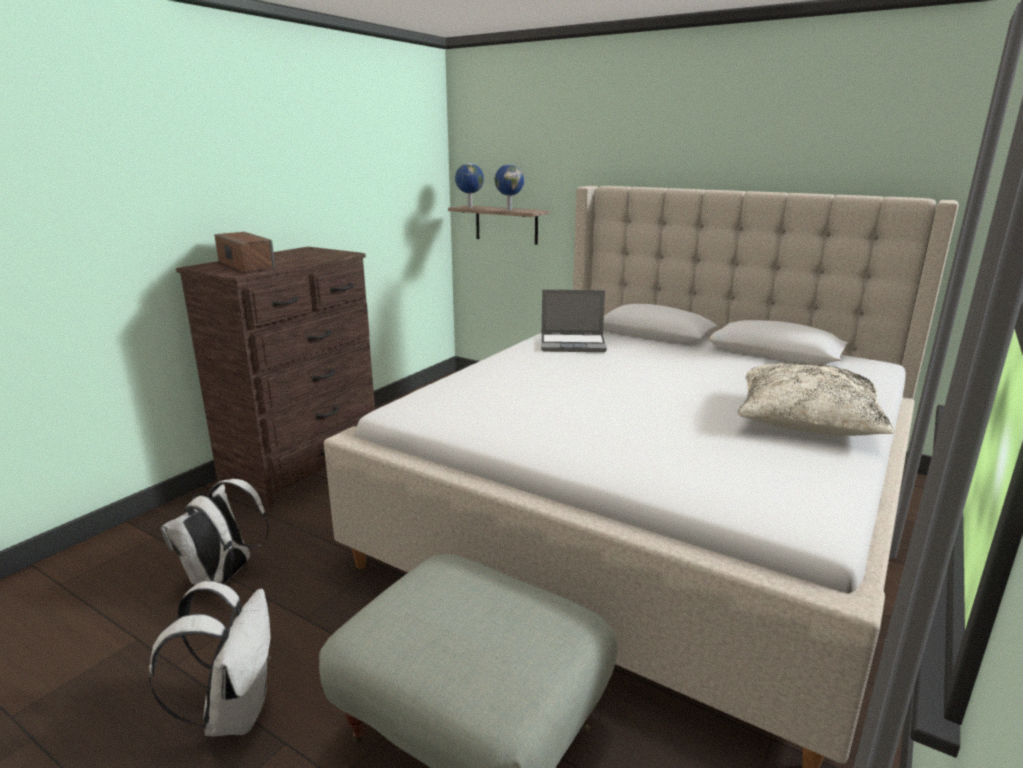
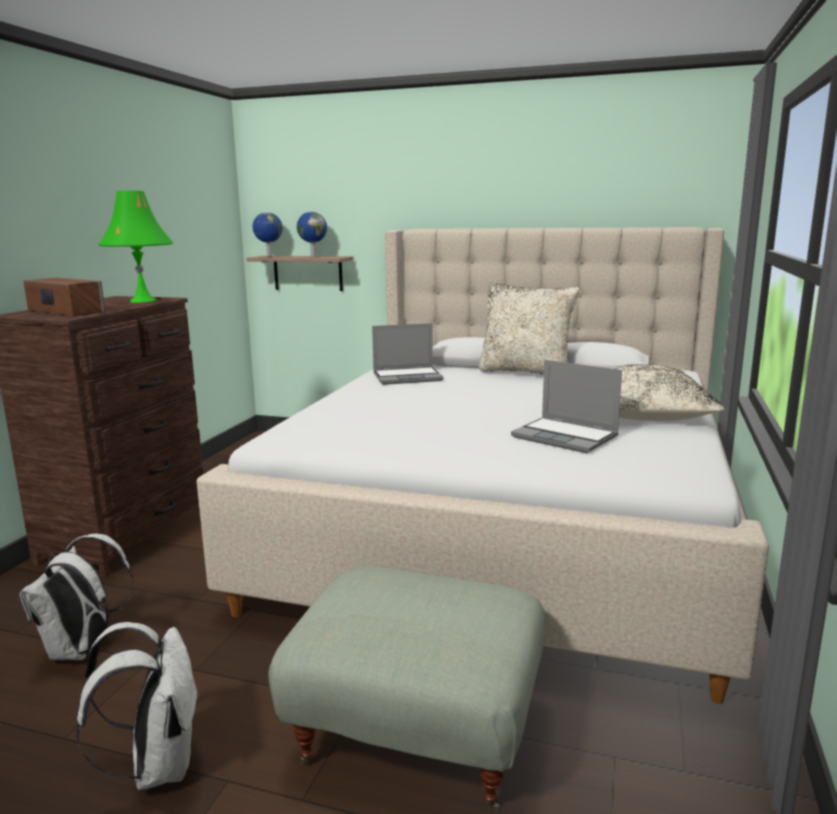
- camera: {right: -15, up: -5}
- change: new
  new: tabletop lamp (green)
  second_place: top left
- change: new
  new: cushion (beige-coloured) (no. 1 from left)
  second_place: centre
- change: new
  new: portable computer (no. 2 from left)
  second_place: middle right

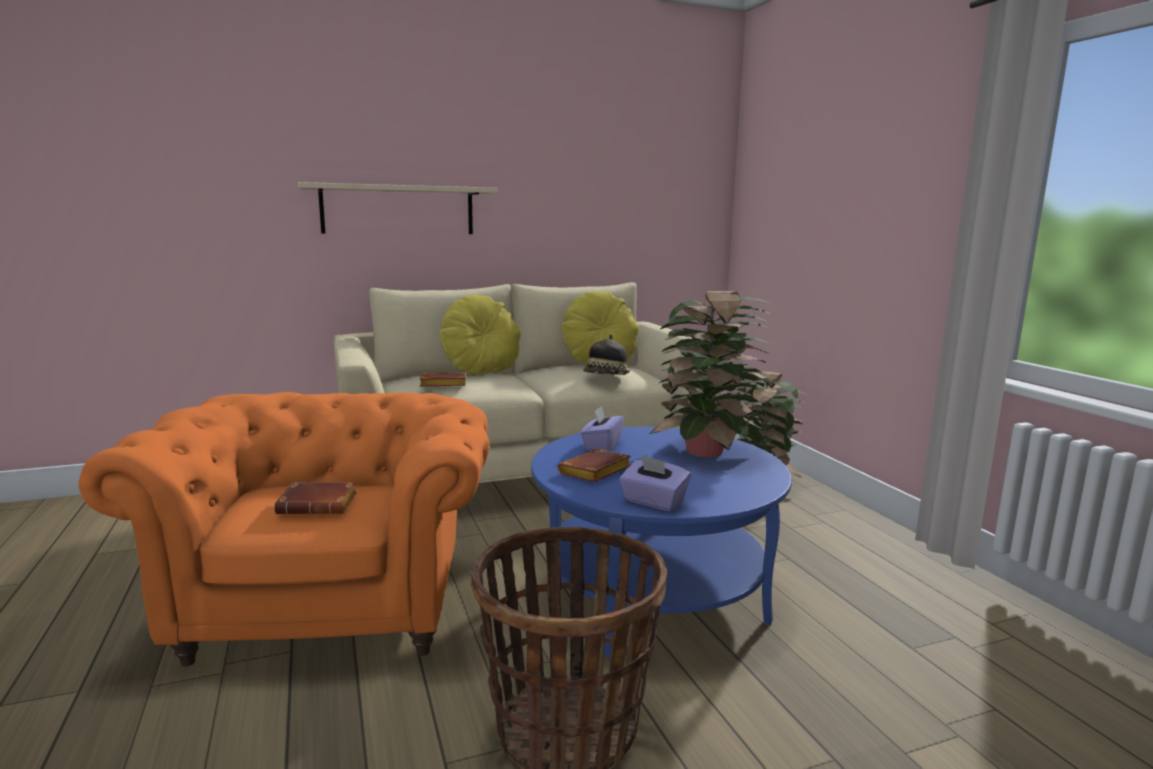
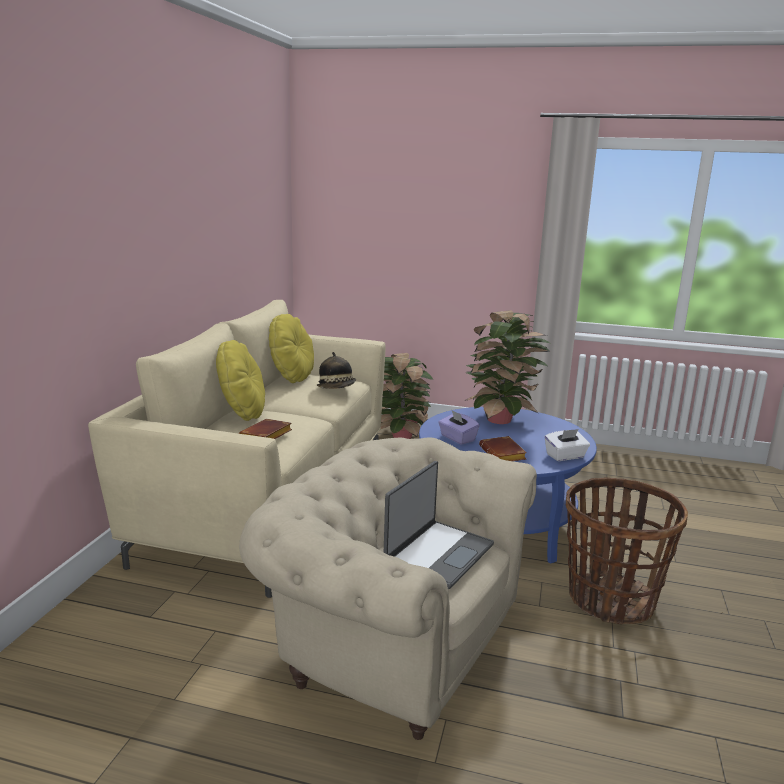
- camera: {right: -55, up: 5}
- change: repainted
  old: lounge chair (orangey)
  new: lounge chair (beige-coloured)
  first_place: bottom left
  second_place: bottom centre
- change: swapped
  old: volume (brown) (no. 1 from left)
  new: portable computer
  first_place: middle left
  second_place: bottom centre
- change: gone
  old: wall shelf (beige-coloured)
  first_place: top centre
- change: repainted
  old: box of tissues (purplish) (no. 2 from left)
  new: box of tissues (whitish)
  first_place: centre
  second_place: middle right

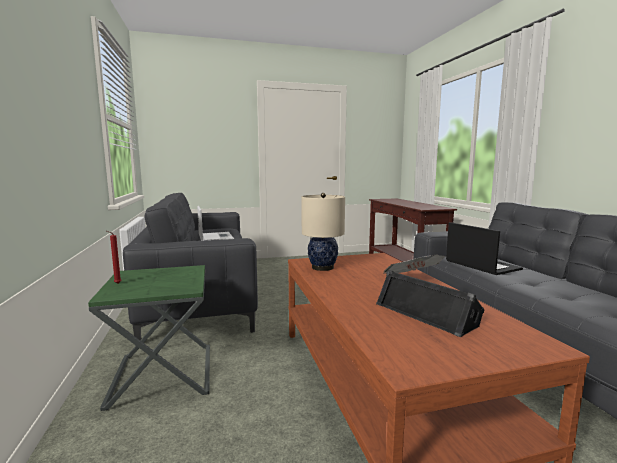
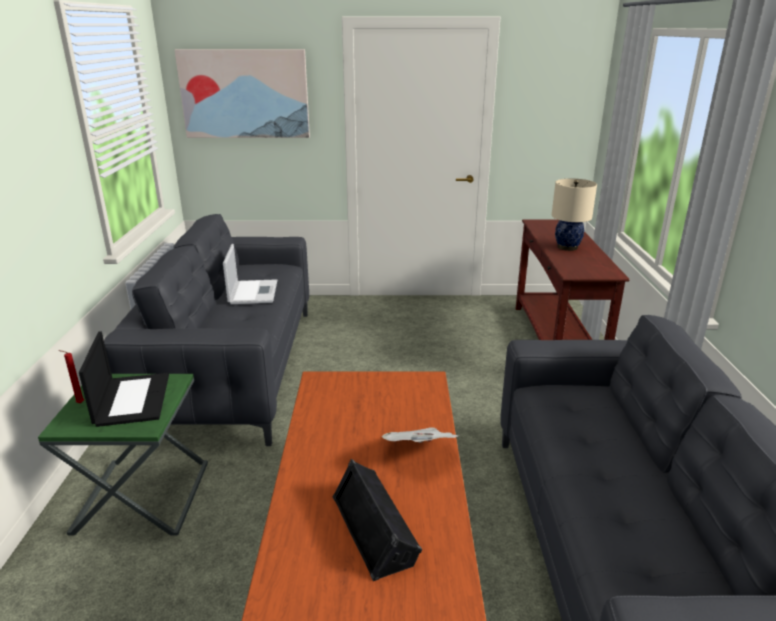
- camera: {right: 15, up: 15}
- change: shifted
  old: tabletop lamp (beige-coloured)
  first_place: centre
  second_place: middle right
- change: shifted
  old: portable computer (no. 2 from left in the first image)
  new: portable computer (no. 1 from left)
  first_place: middle right
  second_place: middle left
- change: new
  new: picture
  second_place: top left

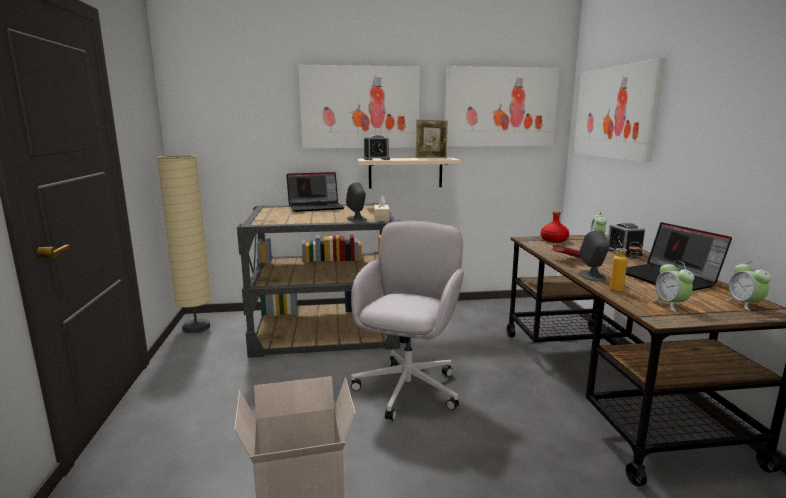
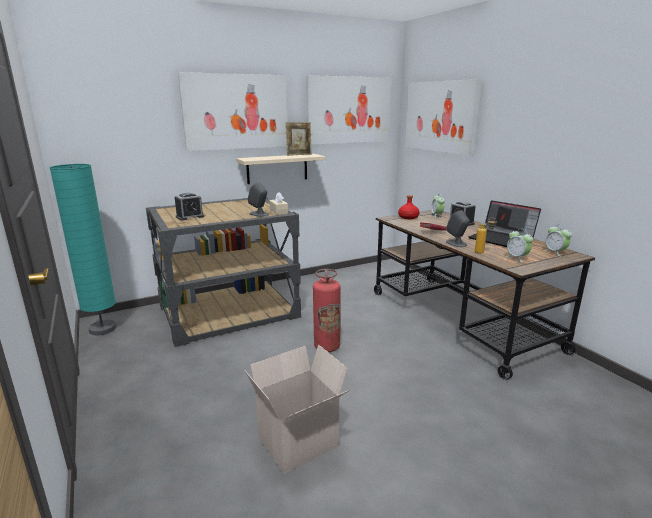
- camera: {right: -20, up: 5}
- change: repainted
  old: standard lamp (beige-coloured)
  new: standard lamp (turquoise)
  first_place: middle left
  second_place: middle left
- change: gone
  old: portable computer (no. 1 from left)
  first_place: centre
- change: swapped
  old: computer chair (greyish)
  new: fire-fighting cylinder
  first_place: centre
  second_place: centre
- change: shifted
  old: table clock (no. 1 from left)
  first_place: top centre
  second_place: middle left

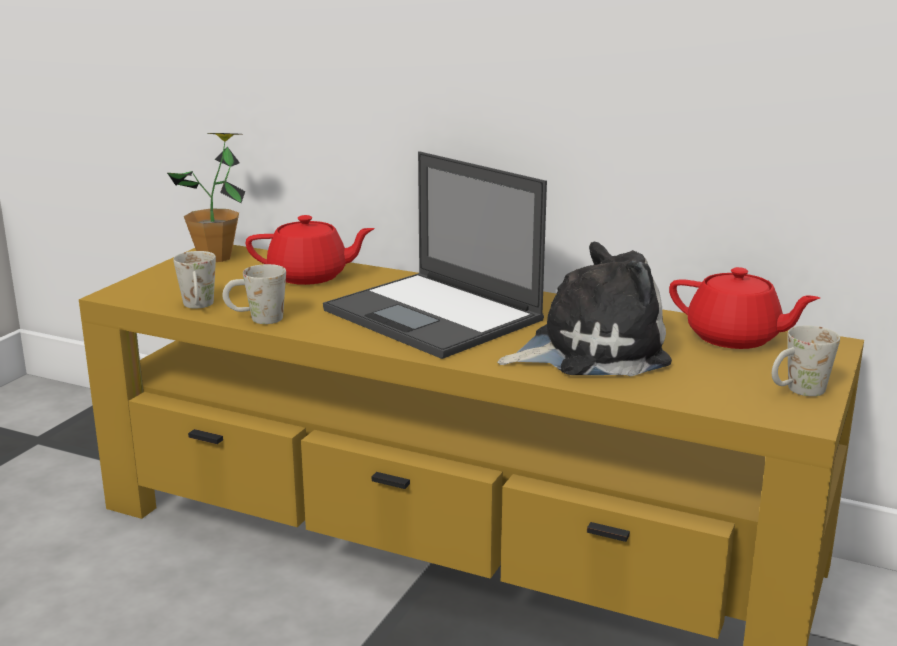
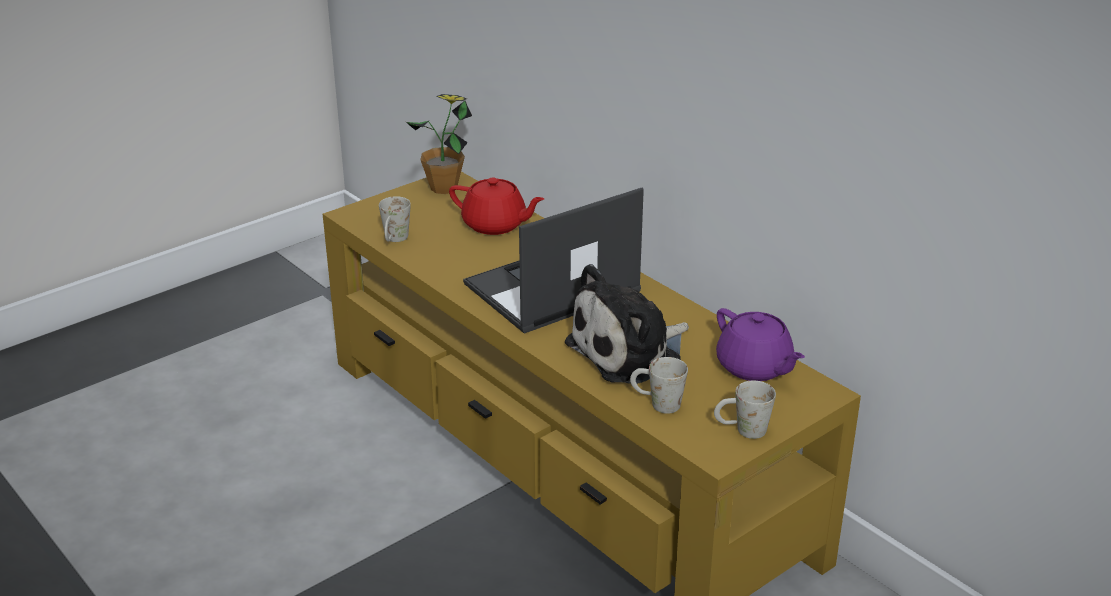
- camera: {right: 25, up: 10}
- change: shifted
  old: tea mug (whitish) (no. 2 from left)
  first_place: middle left
  second_place: centre
- change: rotated
  old: portable computer
  first_place: centre
  second_place: centre
  degrees: 75
- change: rotated
  old: soft toy
  first_place: centre
  second_place: centre
  degrees: 135
- change: repainted
  old: tea pot (red) (no. 2 from left)
  new: tea pot (purplish)
  first_place: middle right
  second_place: middle right

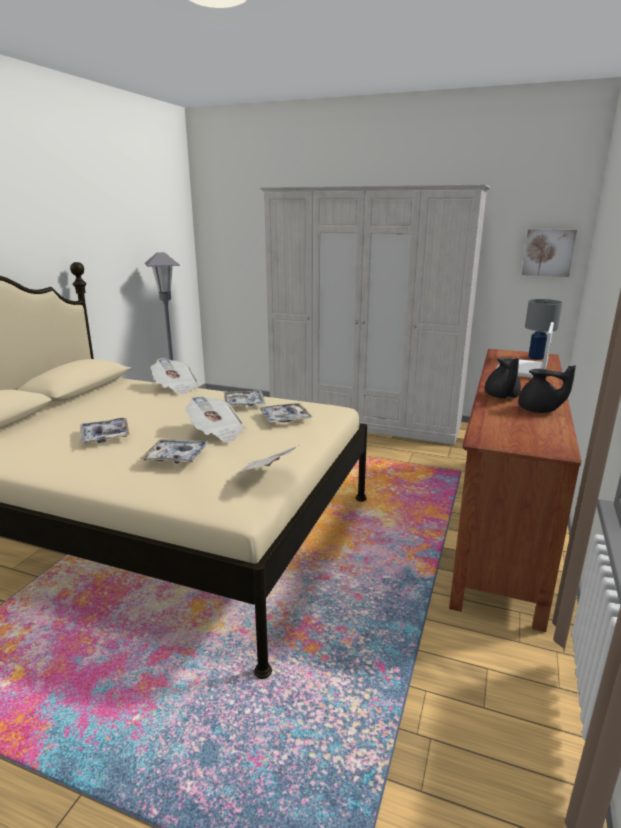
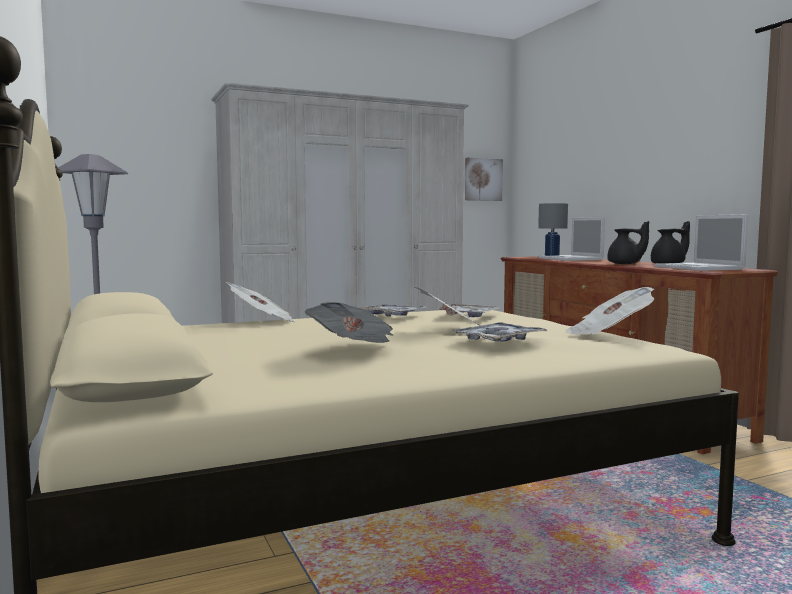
- camera: {right: -45, up: -15}
- change: swapped
  old: tray (no. 1 from left)
  new: daily paper (no. 2 from left)
  first_place: middle left
  second_place: centre
- change: new
  new: portable computer (no. 2 from left)
  second_place: middle right

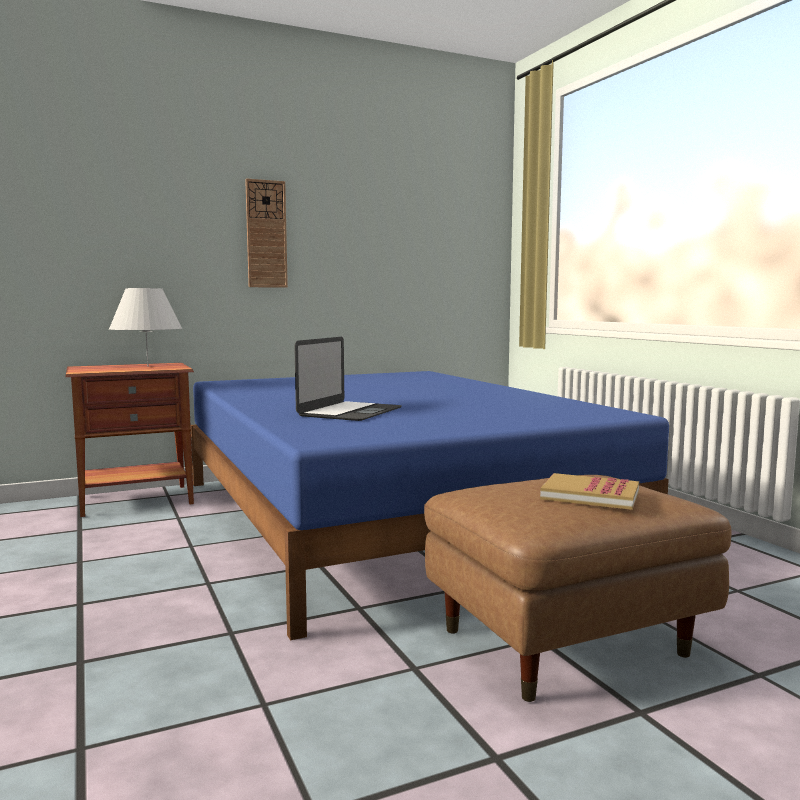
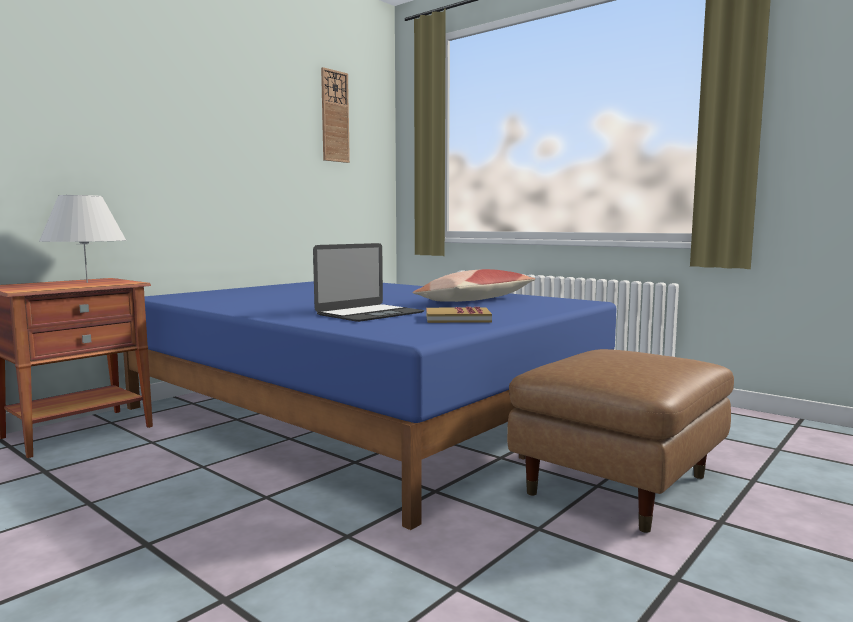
- camera: {right: -25, up: 0}
- change: shifted
  old: hanging clock
  first_place: top left
  second_place: top centre
- change: rotated
  old: portable computer
  first_place: centre
  second_place: centre
  degrees: 45
- change: shifted
  old: volume
  first_place: middle right
  second_place: centre
- change: new
  new: cushion
  second_place: centre

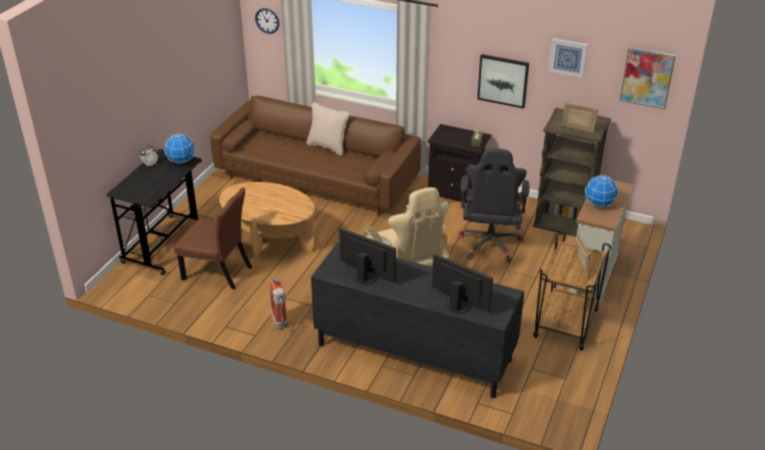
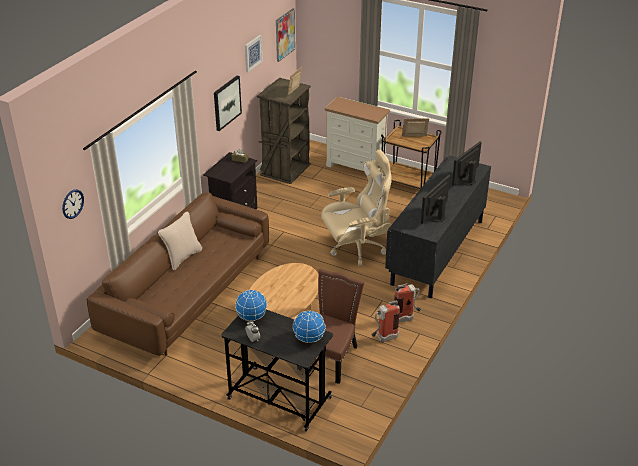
- camera: {right: -85, up: 0}
- change: gone
  old: computer chair (black)
  first_place: centre
- change: shifted
  old: desk globe (no. 2 from left)
  first_place: middle right
  second_place: bottom centre
- change: new
  new: fire-fighting cylinder (no. 1 from left)
  second_place: bottom centre

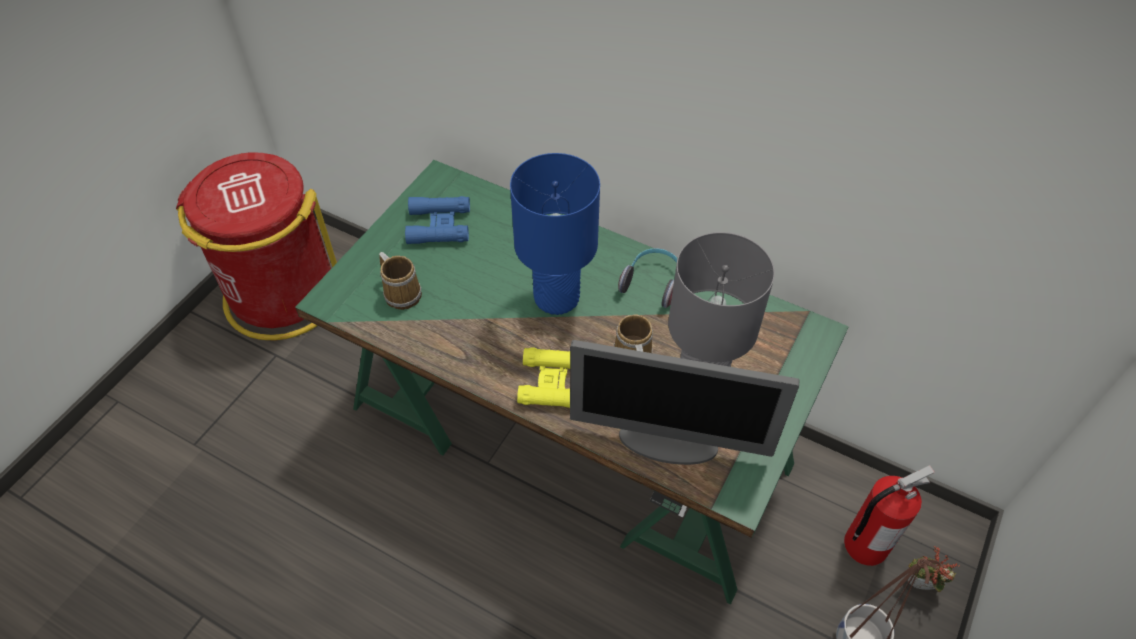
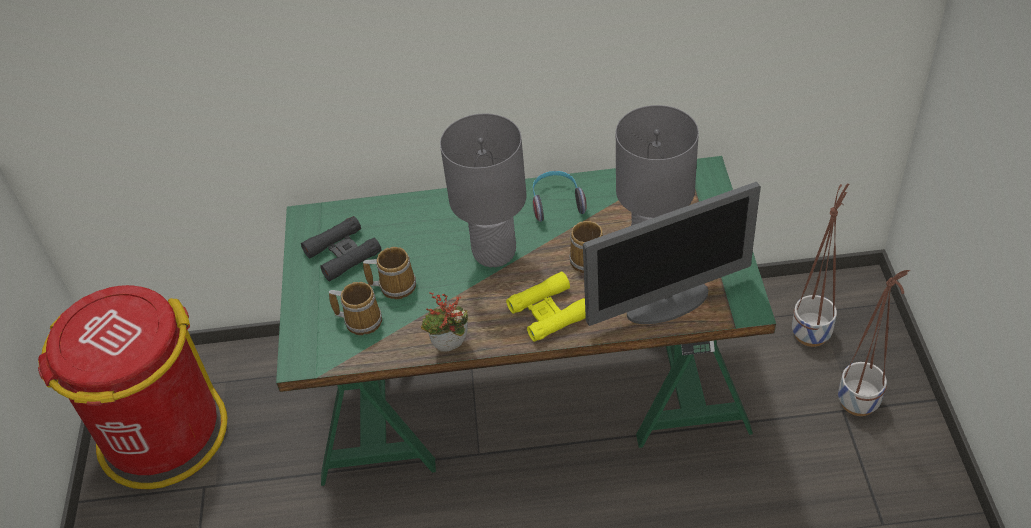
- camera: {right: -30, up: -5}
- change: repainted
  old: field glasses (bluish)
  new: field glasses (black)
  first_place: centre
  second_place: middle left
- change: repainted
  old: tabletop lamp (bluish)
  new: tabletop lamp (greyish) (no. 1 from left)
  first_place: centre
  second_place: centre
- change: swapped
  old: fire-fighting cylinder
  new: plant pot (no. 1 from left)
  first_place: bottom right
  second_place: middle right
- change: shifted
  old: potted plant
  first_place: bottom right
  second_place: centre
- change: new
  new: tea mug (no. 2 from left)
  second_place: centre

